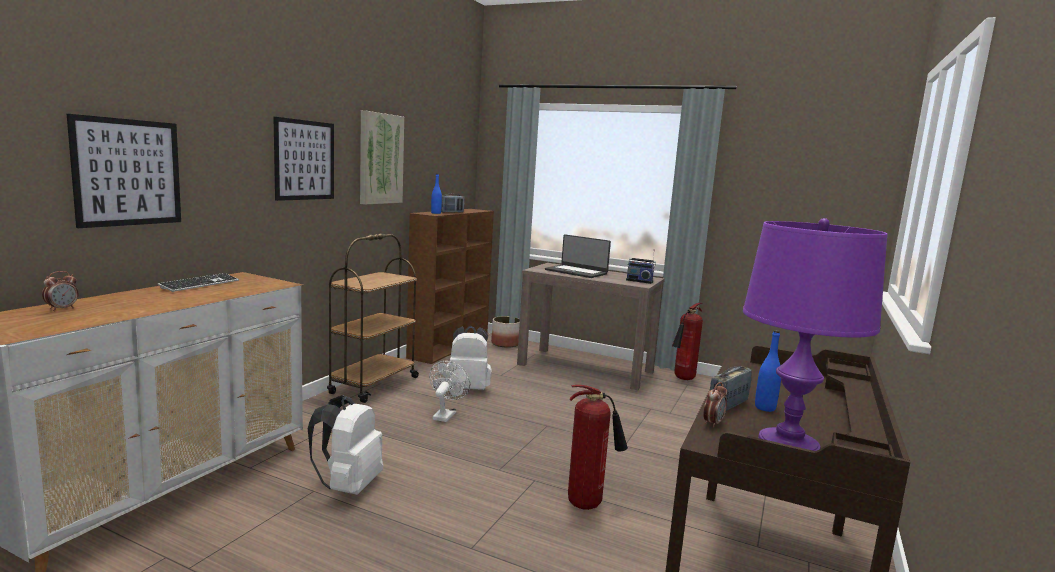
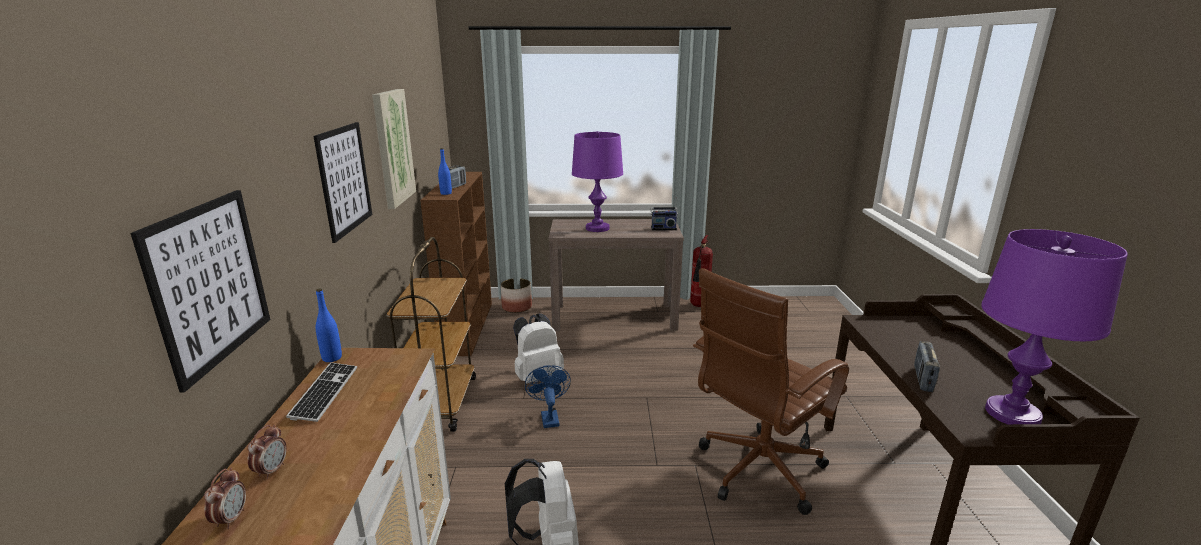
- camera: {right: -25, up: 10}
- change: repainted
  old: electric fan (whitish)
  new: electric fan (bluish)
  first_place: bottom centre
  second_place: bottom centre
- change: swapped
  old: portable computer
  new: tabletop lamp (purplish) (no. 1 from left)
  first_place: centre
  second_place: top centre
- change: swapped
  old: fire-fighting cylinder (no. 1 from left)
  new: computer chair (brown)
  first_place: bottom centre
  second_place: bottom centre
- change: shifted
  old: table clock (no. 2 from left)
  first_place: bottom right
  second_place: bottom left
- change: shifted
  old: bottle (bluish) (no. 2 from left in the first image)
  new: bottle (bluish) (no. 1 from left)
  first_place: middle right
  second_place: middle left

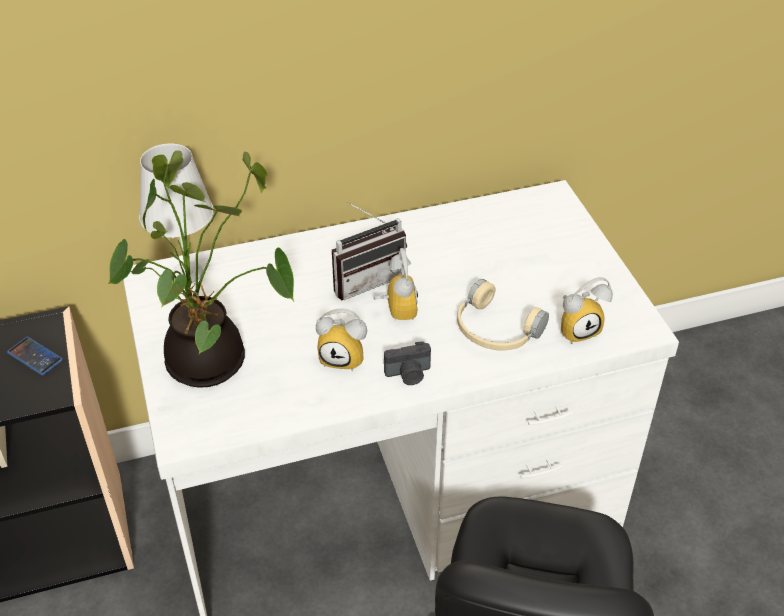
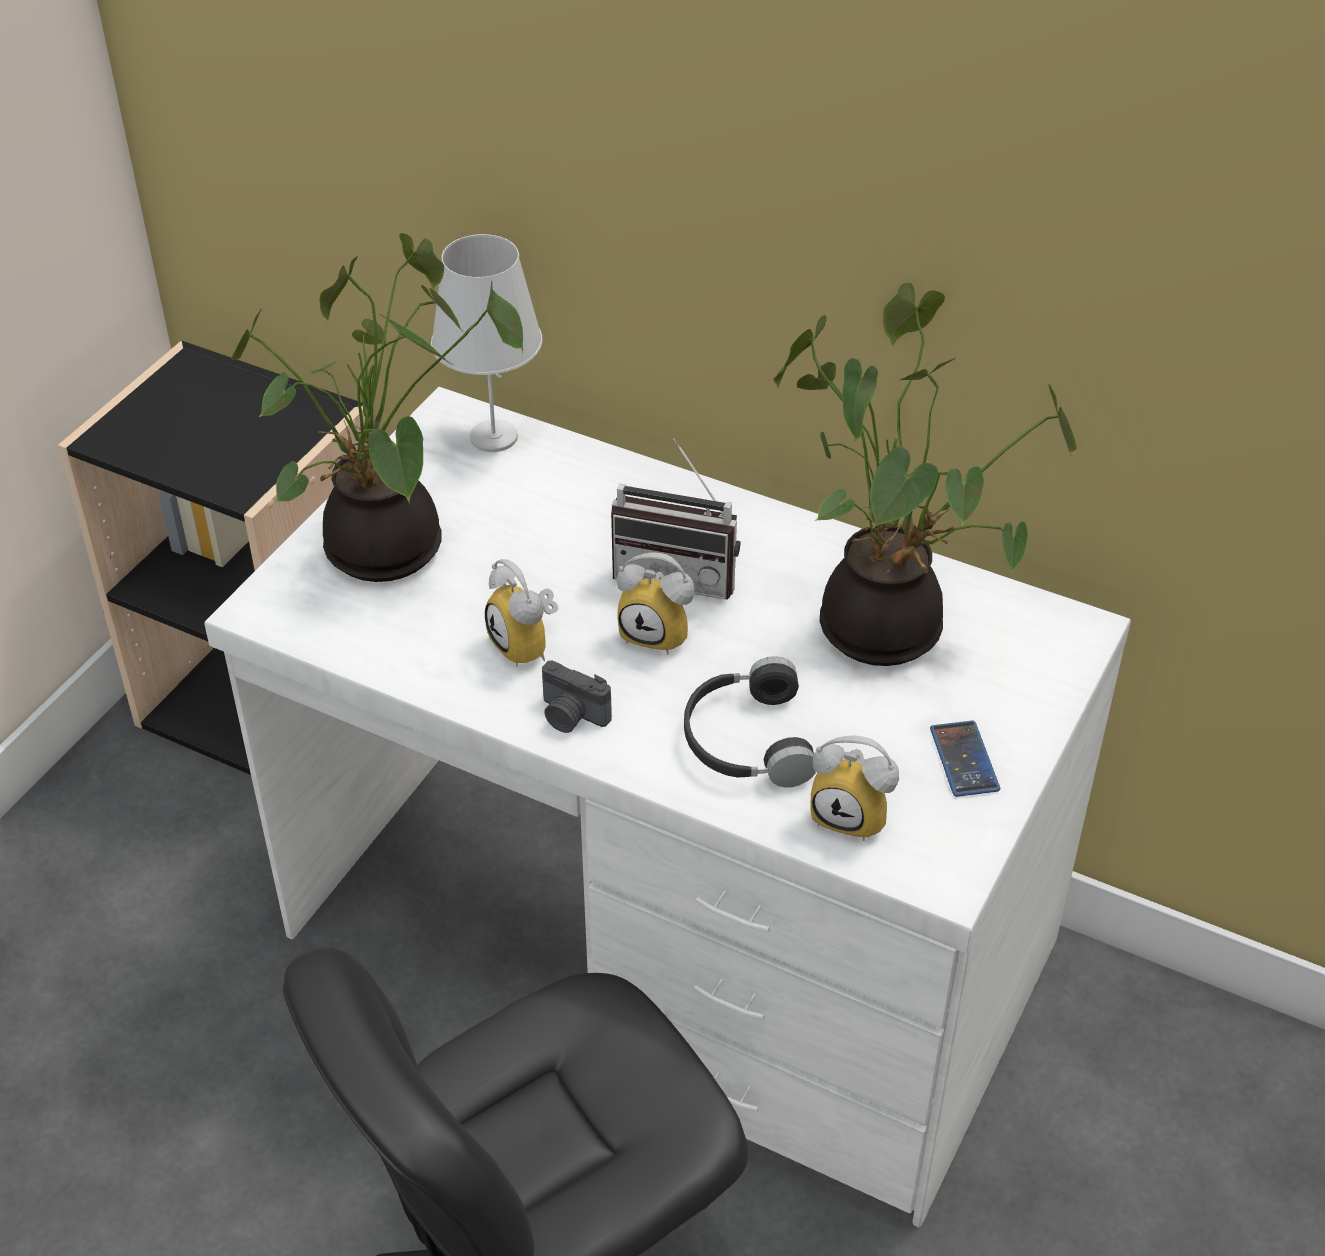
- camera: {right: 45, up: 0}
- change: shifted
  old: phone
  first_place: middle left
  second_place: middle right
- change: rotated
  old: table clock (no. 2 from left)
  first_place: centre
  second_place: centre
  degrees: 75
- change: repainted
  old: headset (beige-coloured)
  new: headset (black)
  first_place: centre
  second_place: centre
- change: new
  new: potted plant (no. 2 from left)
  second_place: middle right

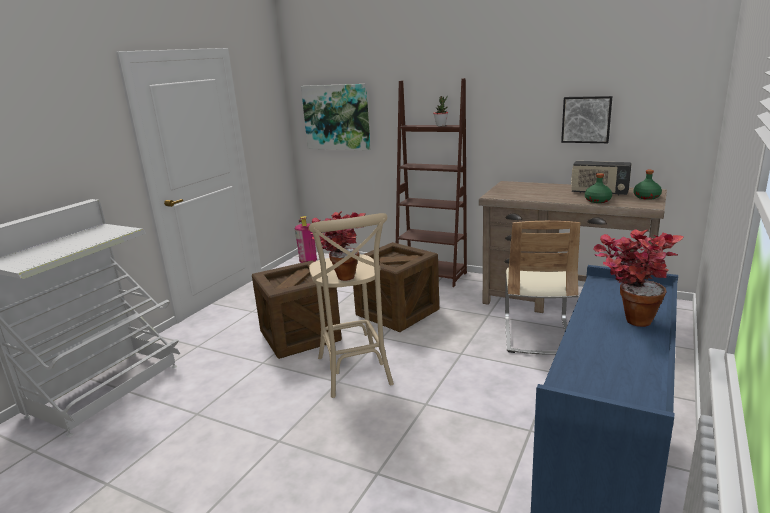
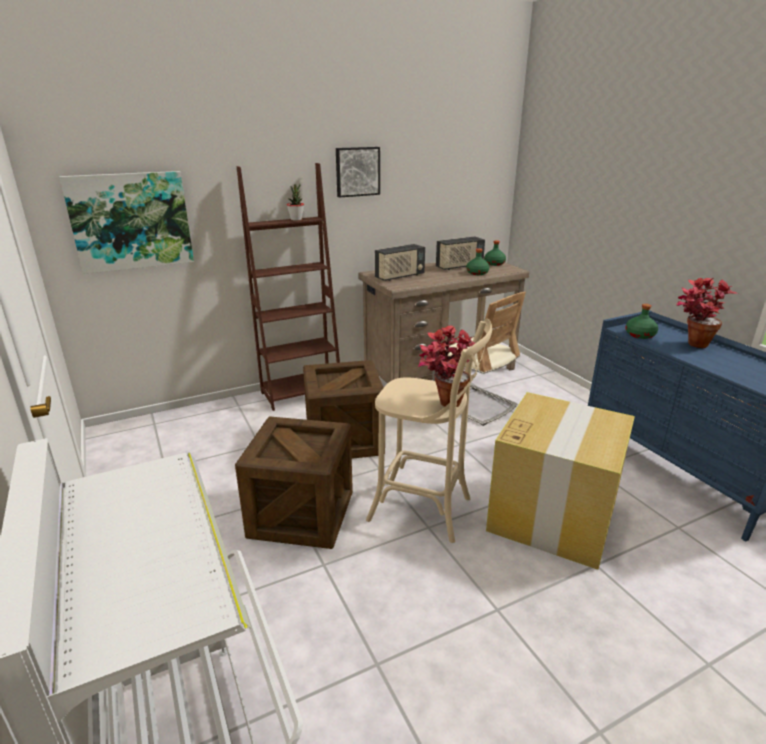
- camera: {right: -55, up: 5}
- change: gone
  old: fire-fighting cylinder
  first_place: centre
- change: shifted
  old: picture (no. 2 from left)
  first_place: top right
  second_place: top centre
- change: new
  new: radio receiver (no. 1 from left)
  second_place: centre
- change: new
  new: carton
  second_place: middle right
- change: new
  new: bottle (green) (no. 3 from left)
  second_place: middle right

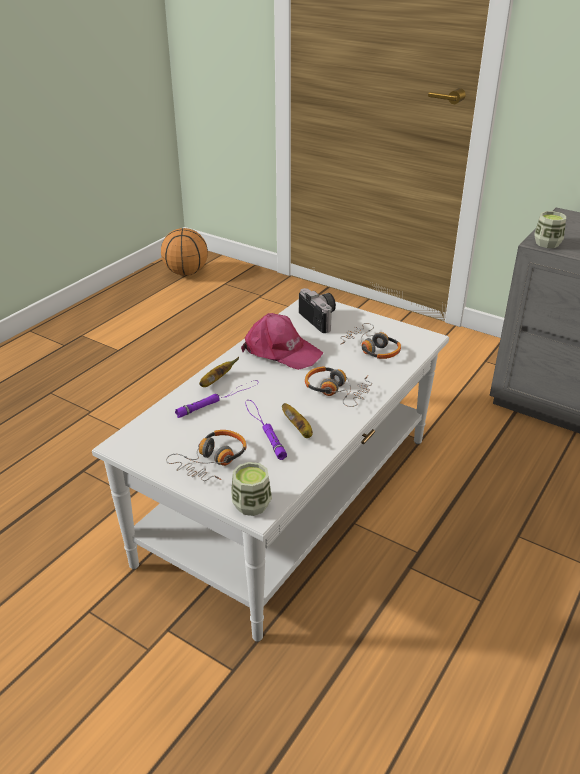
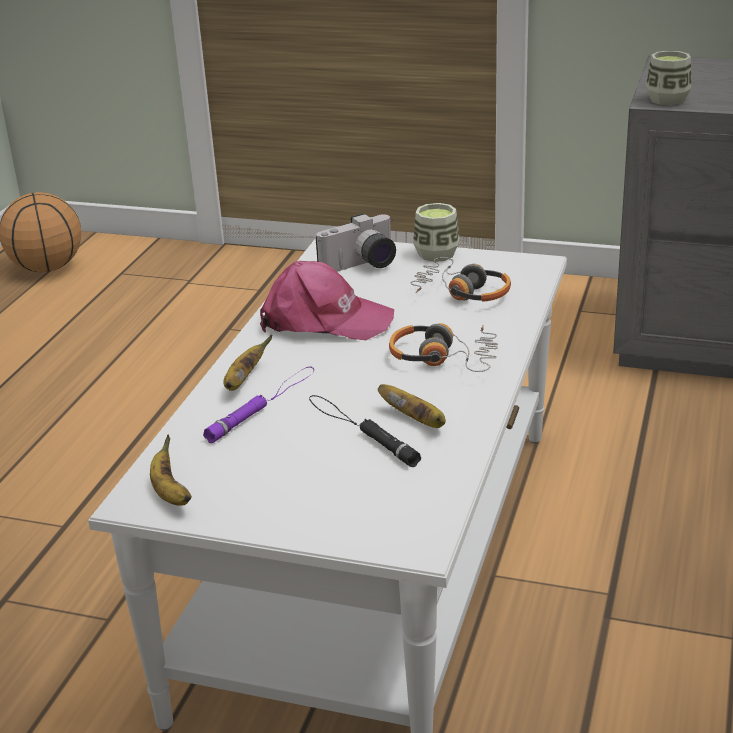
- camera: {right: -15, up: -5}
- change: gone
  old: headset (no. 1 from left)
  first_place: centre
- change: shifted
  old: cup (no. 1 from left)
  first_place: centre
  second_place: top centre
- change: repainted
  old: torch (purplish) (no. 2 from left)
  new: torch (black)
  first_place: centre
  second_place: centre
- change: rotated
  old: still camera
  first_place: centre
  second_place: top centre
  degrees: 105
- change: new
  new: whole banana (no. 1 from left)
  second_place: middle left

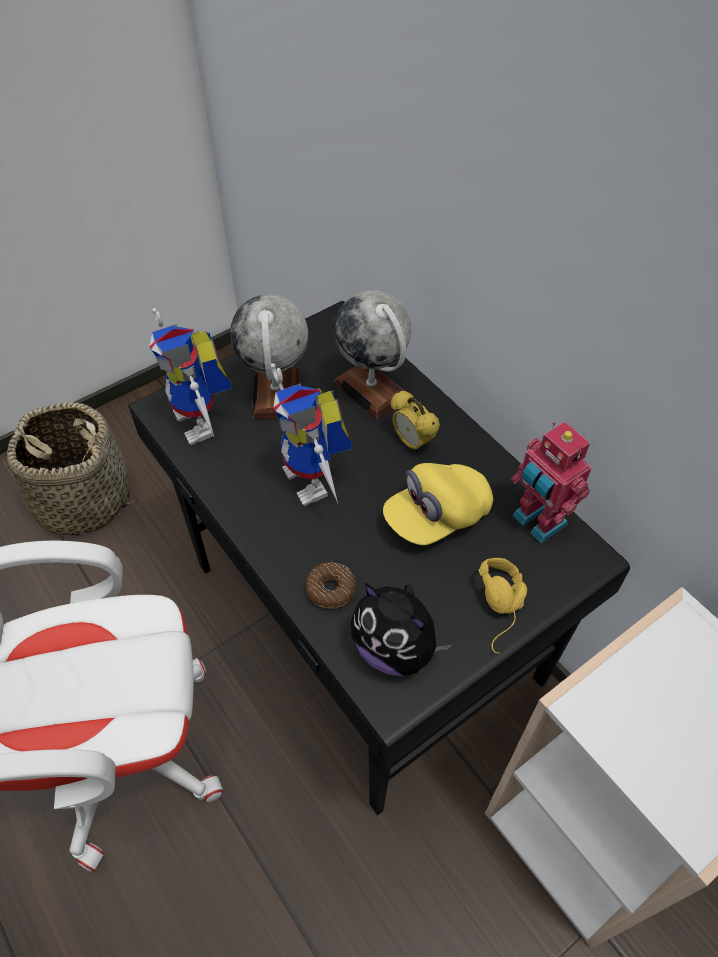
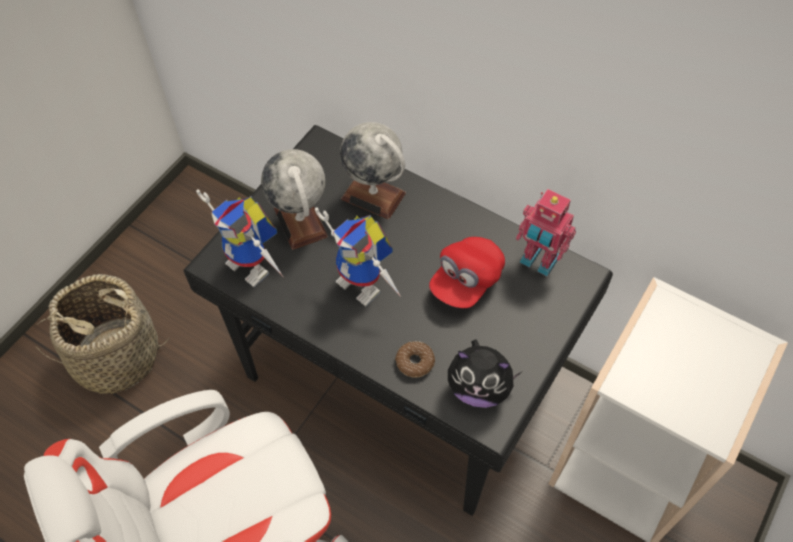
- camera: {right: -20, up: 5}
- change: repainted
  old: peaked cap (yellow)
  new: peaked cap (red)
  first_place: centre
  second_place: centre
- change: gone
  old: table clock
  first_place: centre
- change: gone
  old: headset (yellow)
  first_place: middle right

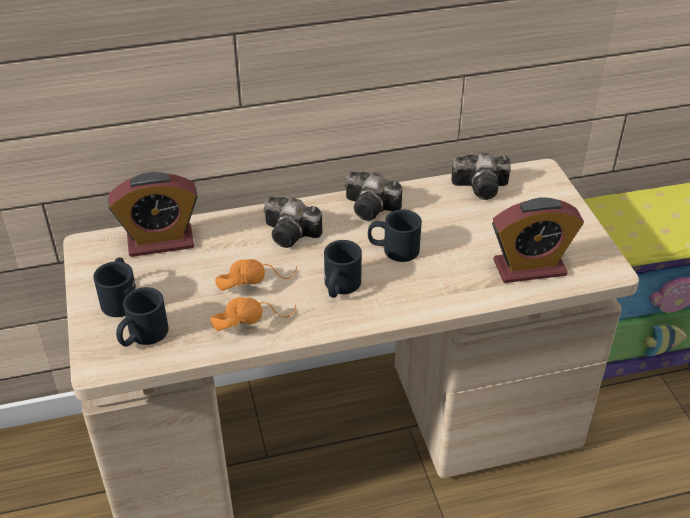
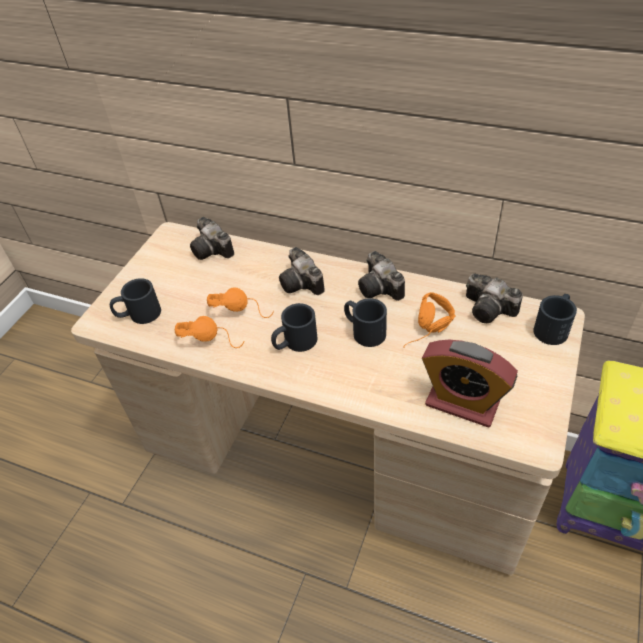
- camera: {right: 40, up: 5}
- change: shifted
  old: tea mug (black) (no. 1 from left in the first image)
  new: tea mug (black) (no. 4 from left)
  first_place: middle left
  second_place: middle right
- change: swapped
  old: table clock (no. 1 from left)
  new: still camera (no. 1 from left)
  first_place: middle left
  second_place: middle left
- change: new
  new: headset (orangey) (no. 3 from left)
  second_place: middle right

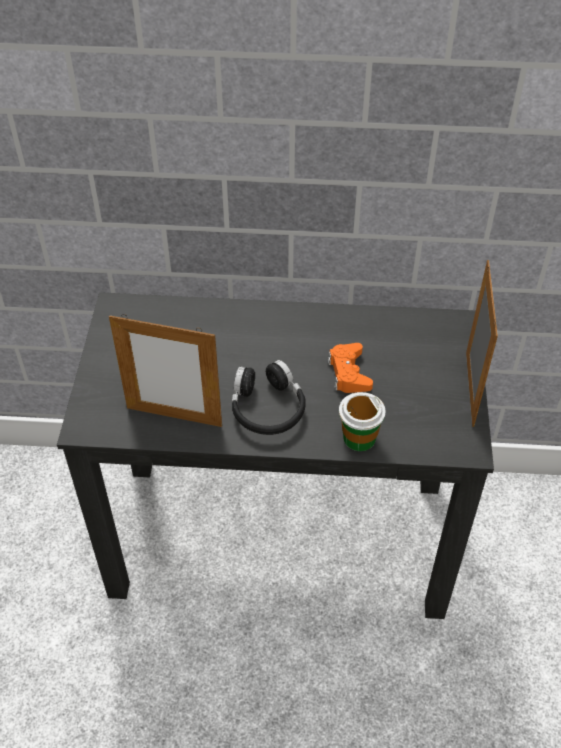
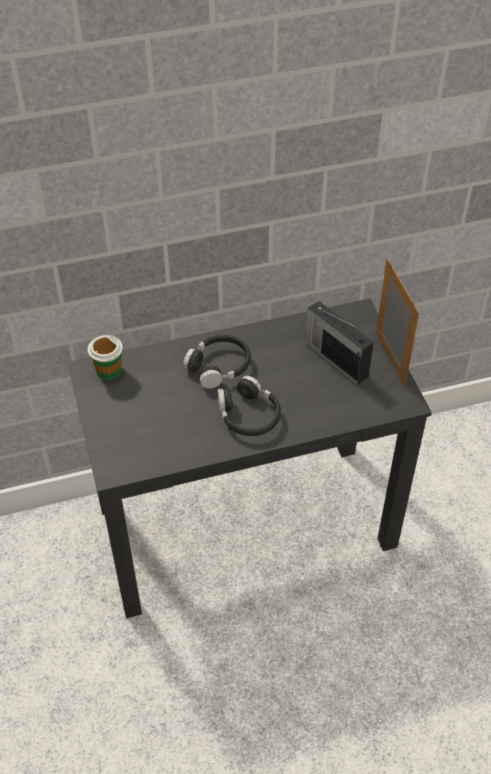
- camera: {right: -20, up: 0}
- change: gone
  old: standing frame (no. 1 from left)
  first_place: middle left
- change: gone
  old: joypad (orangey)
  first_place: centre
- change: shifted
  old: cup
  first_place: centre
  second_place: middle left
- change: new
  new: headset (black) (no. 1 from left)
  second_place: centre
- change: new
  new: radio receiver
  second_place: middle right

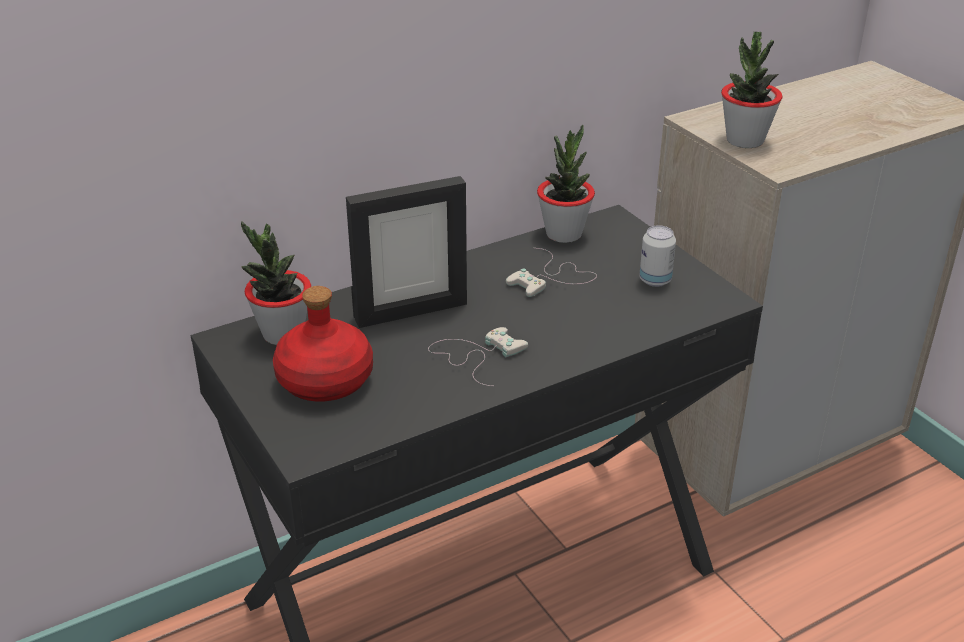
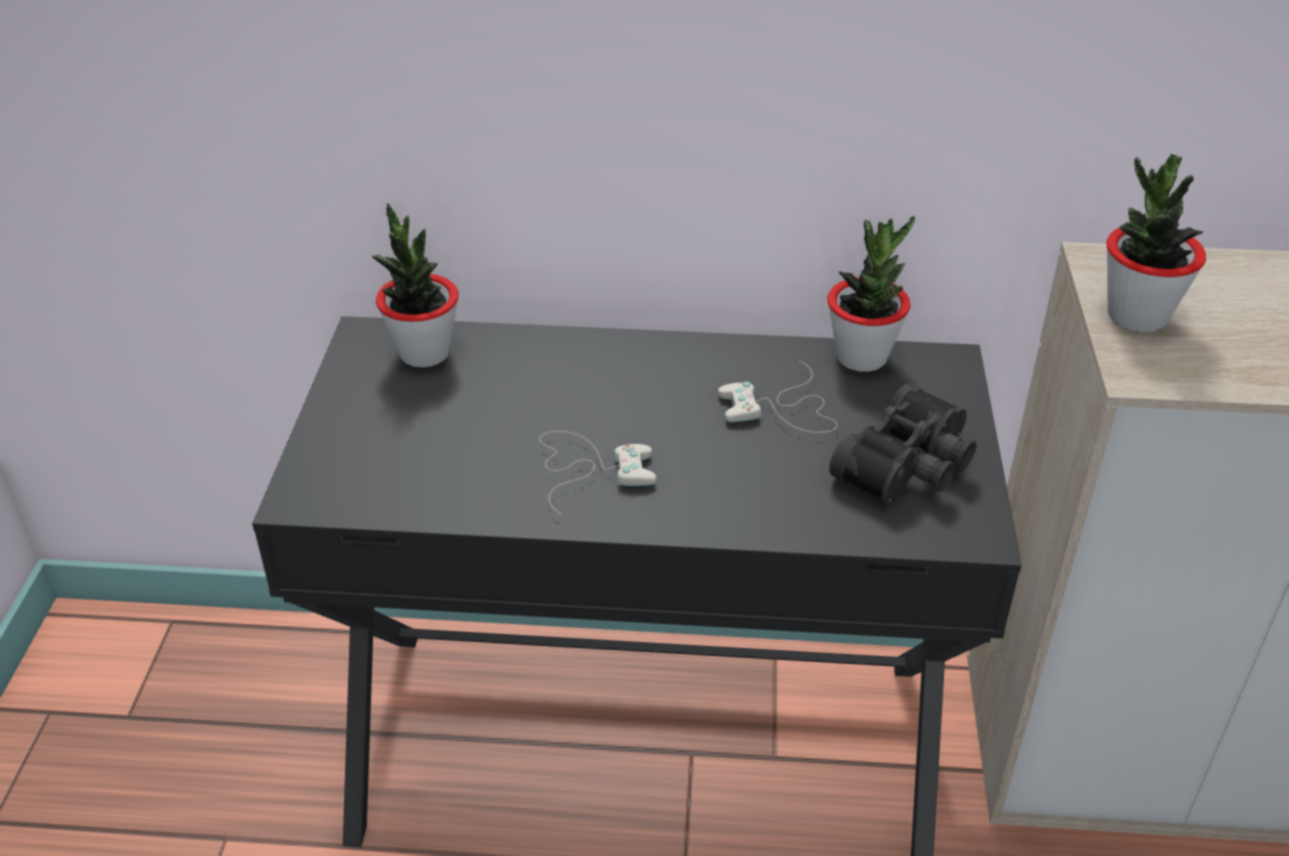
- camera: {right: 35, up: 5}
- change: gone
  old: bottle (red)
  first_place: centre
- change: gone
  old: standing frame
  first_place: centre
- change: swapped
  old: sealed can
  new: field glasses (black)
  first_place: middle right
  second_place: middle right

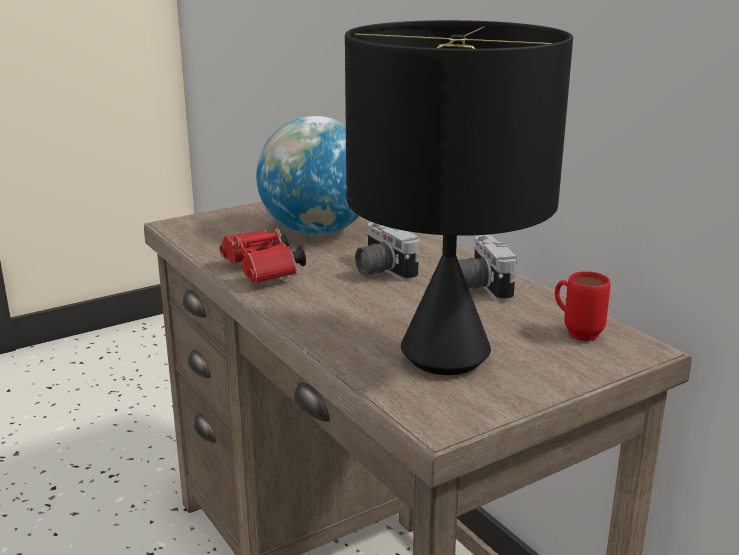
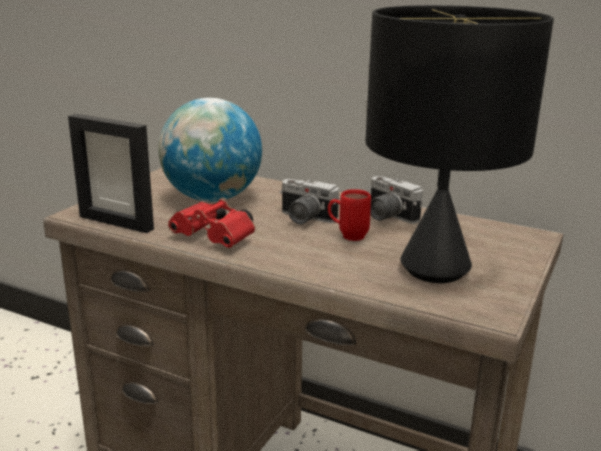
- camera: {right: -30, up: 0}
- change: shifted
  old: tea mug (red)
  first_place: middle right
  second_place: centre
- change: new
  new: standing frame
  second_place: middle left

